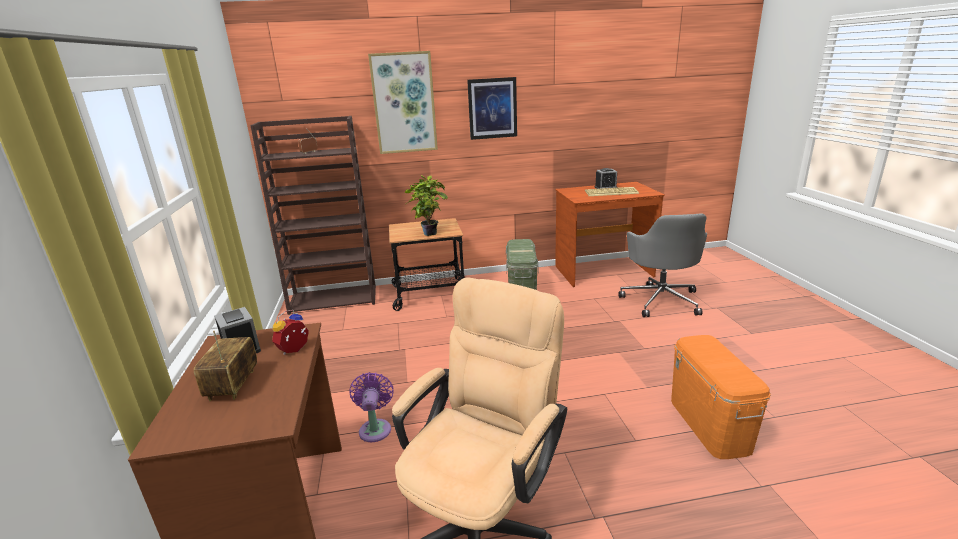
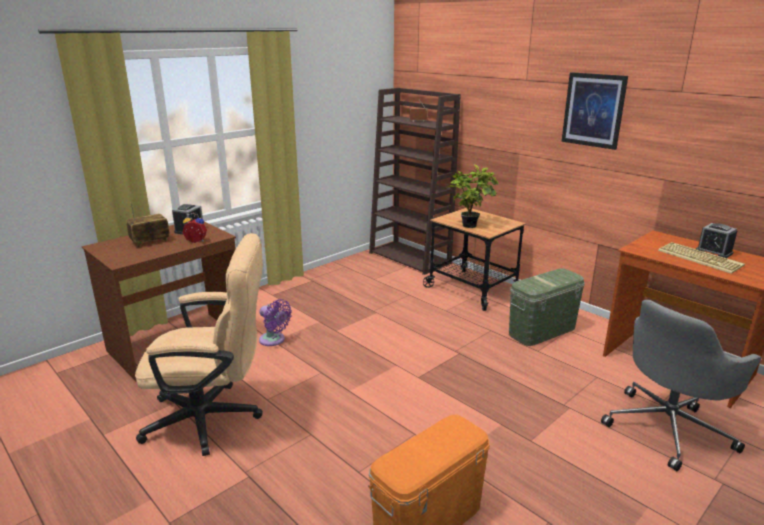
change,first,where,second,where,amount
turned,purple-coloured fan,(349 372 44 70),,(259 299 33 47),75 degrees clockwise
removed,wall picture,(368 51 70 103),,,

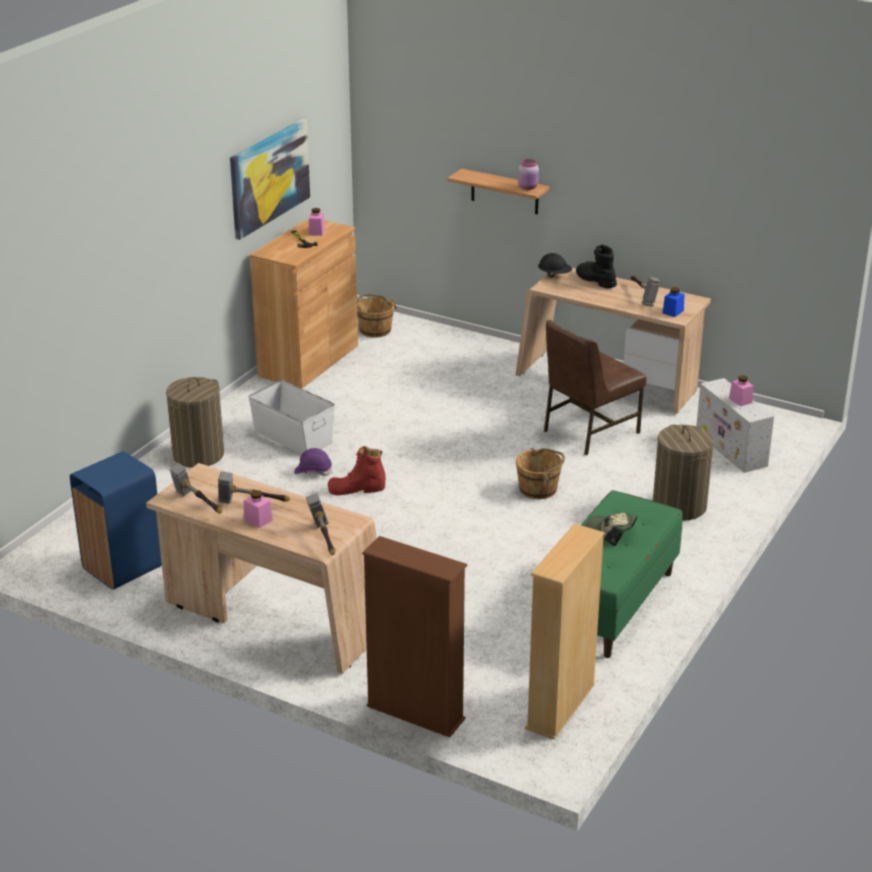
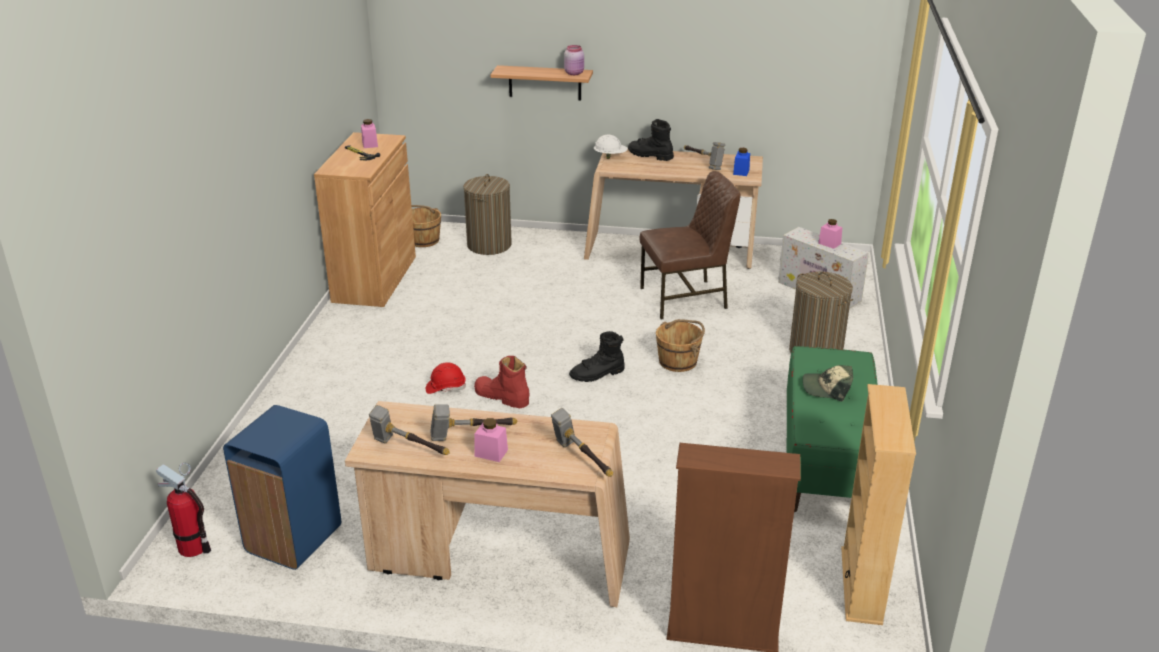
change,first,where,second,where,amount
added,,,extinguisher,(156 463 55 94),
recoloured,purple-coloured hard hat,(294 448 38 28),red hard hat,(426 362 40 32),
moved,laundry basket,(166 377 58 91),,(463 174 49 81),
turned,red tall boot,(328 446 58 49),,(474 356 55 52),60 degrees clockwise
added,,,black-coloured tall boot,(569 331 56 51),
recoloured,black-coloured hard hat,(538 253 34 25),whitish hard hat,(594 134 34 25),
turned,brownish chair,(544 320 102 135),,(639 171 101 148),135 degrees counterclockwise
removed,wall picture,(230 119 80 121),,,
removed,whitish storage bin,(248 380 87 74),,,

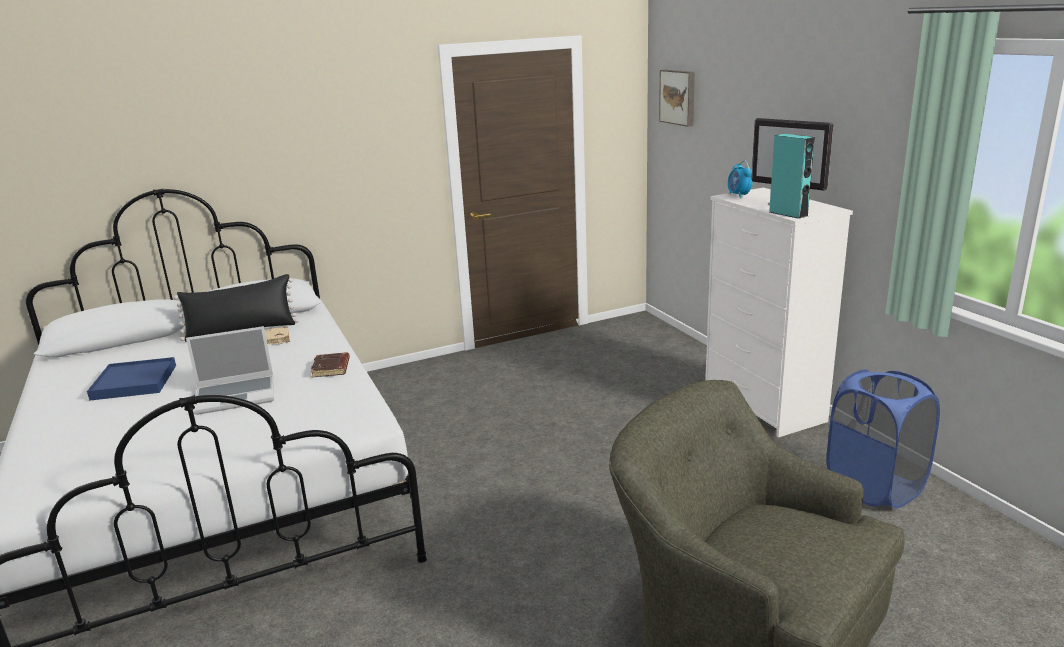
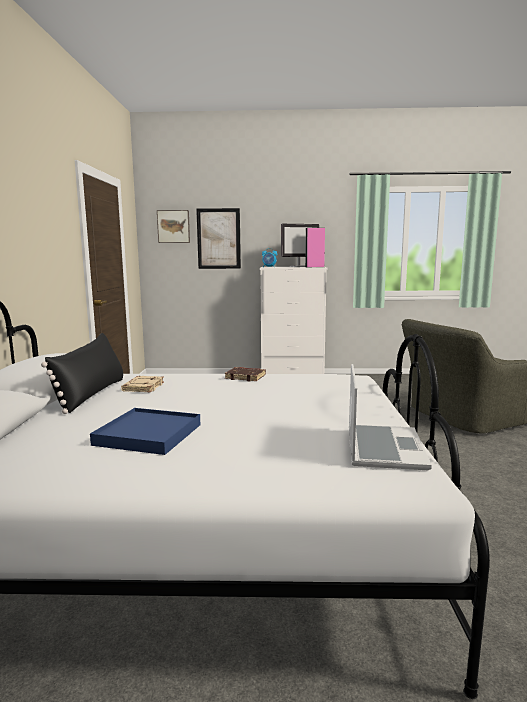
change,first,where,second,where,amount
added,,,wall picture,(196 208 45 61),
recoloured,turquoise speaker,(769 134 46 85),pinkish speaker,(305 228 20 39),
moved,notebook computer,(186 326 88 89),,(349 364 83 106),
removed,bluish laundry basket,(827 369 113 140),,,

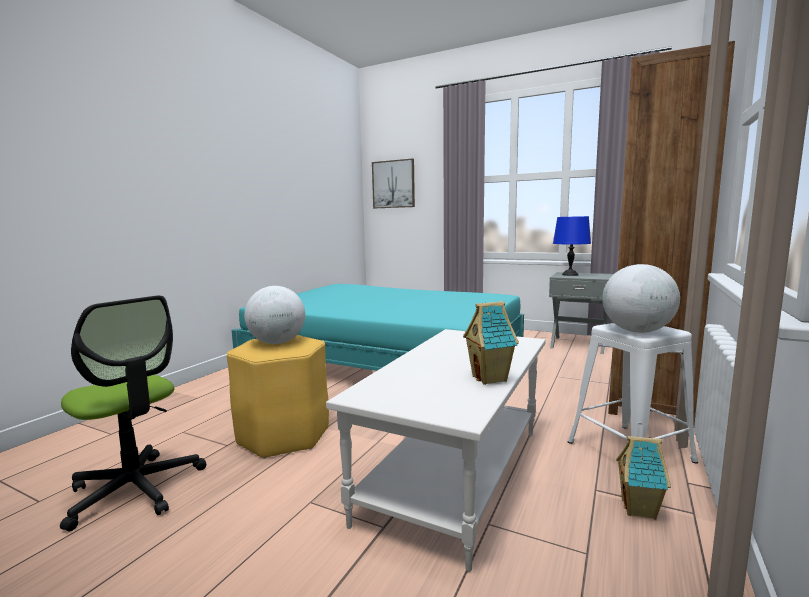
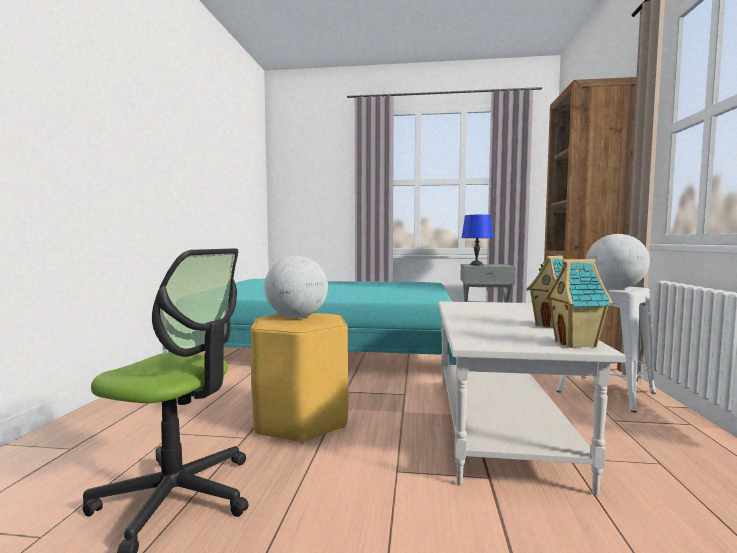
change,first,where,second,where,amount
moved,model house,(616 436 55 83),,(545 259 68 89),
removed,wall picture,(372 158 43 50),,,

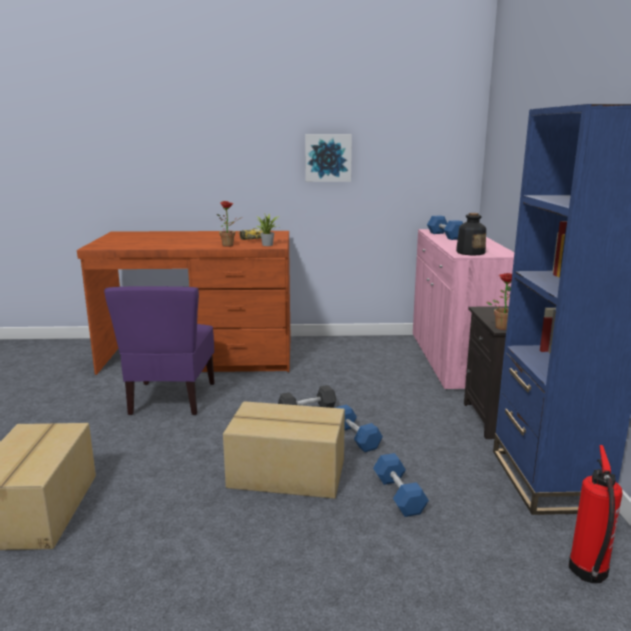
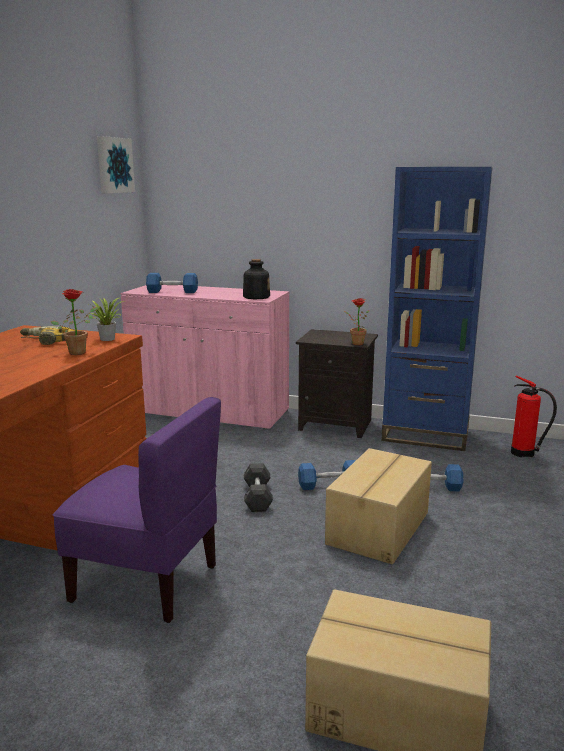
change,first,where,second,where,amount
moved,wall picture,(305 134 47 48),,(97 136 38 57),

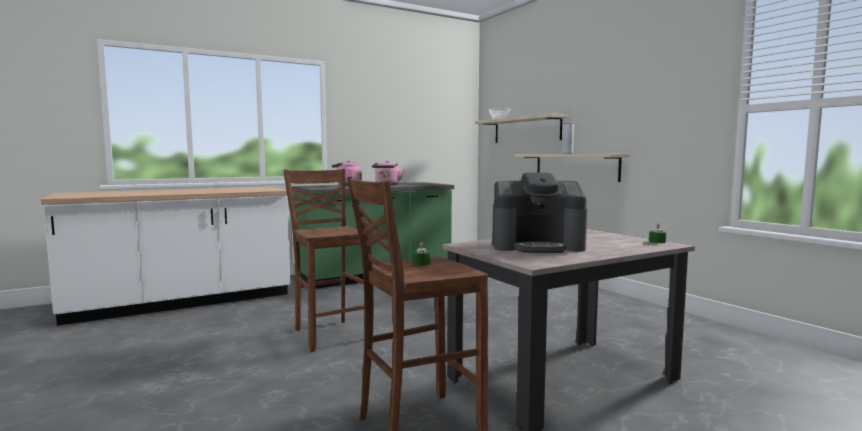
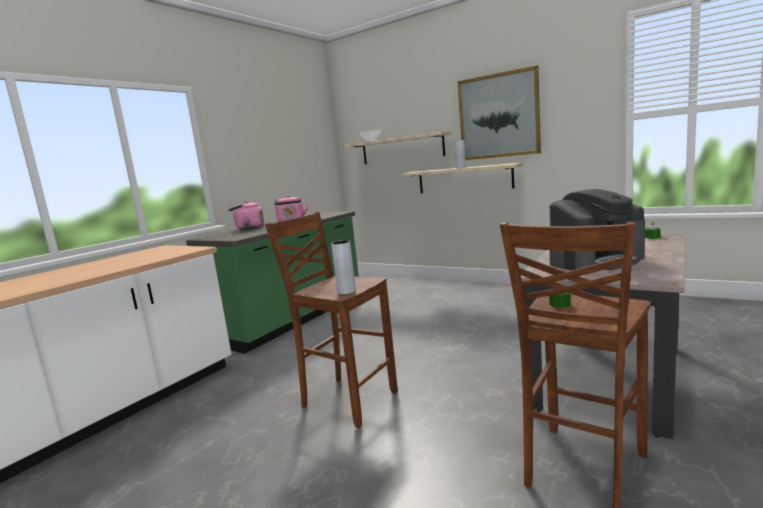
change,first,where,second,where,amount
added,,,gray vase,(331 240 25 55),
added,,,wall picture,(458 65 83 95),

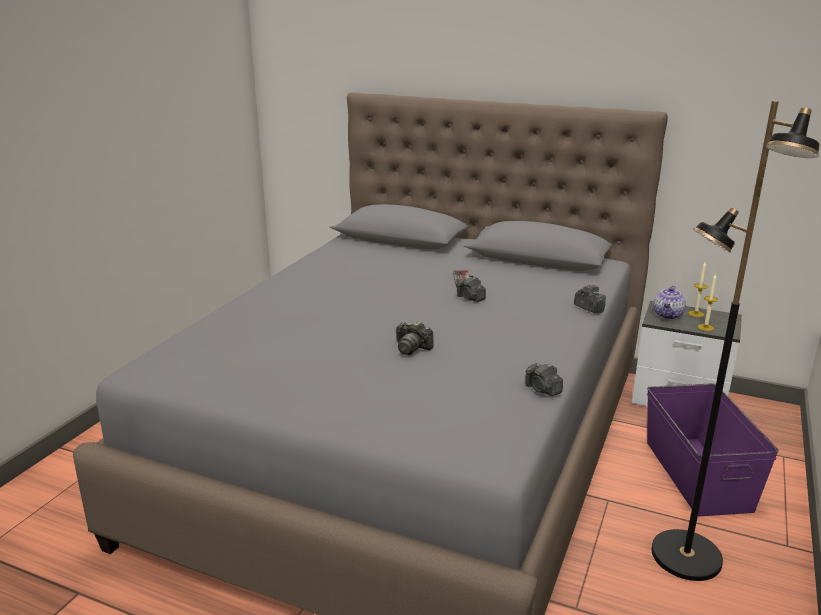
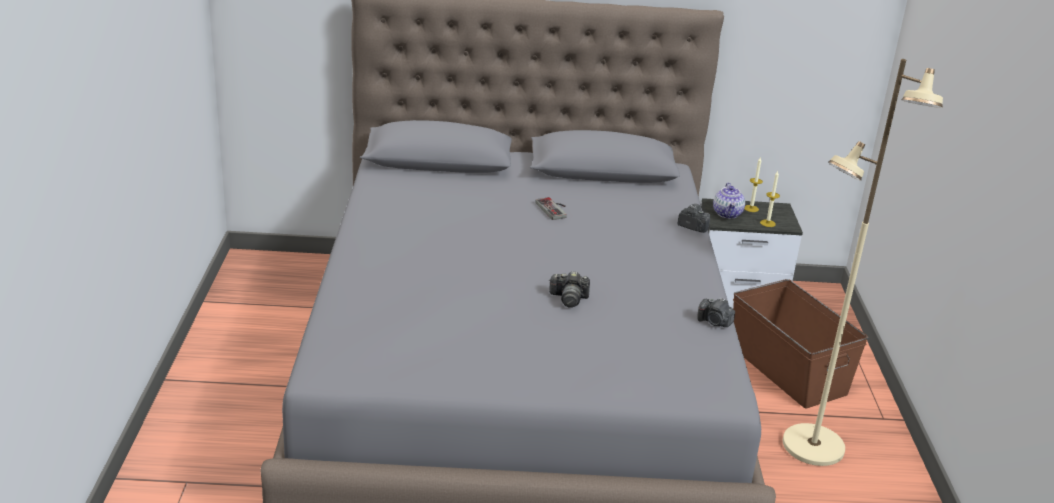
change,first,where,second,where,amount
recoloured,purple-coloured storage bin,(647 383 132 133),brownish storage bin,(733 279 135 130),
recoloured,black-coloured standard lamp,(651 101 169 480),beige-coloured standard lamp,(783 59 160 407),
removed,still camera,(457 277 29 25),,,

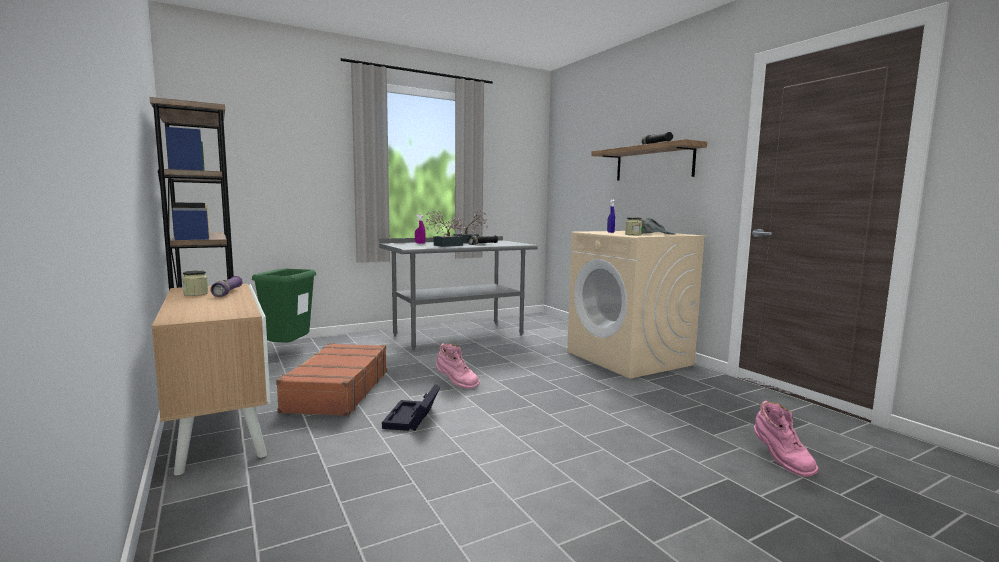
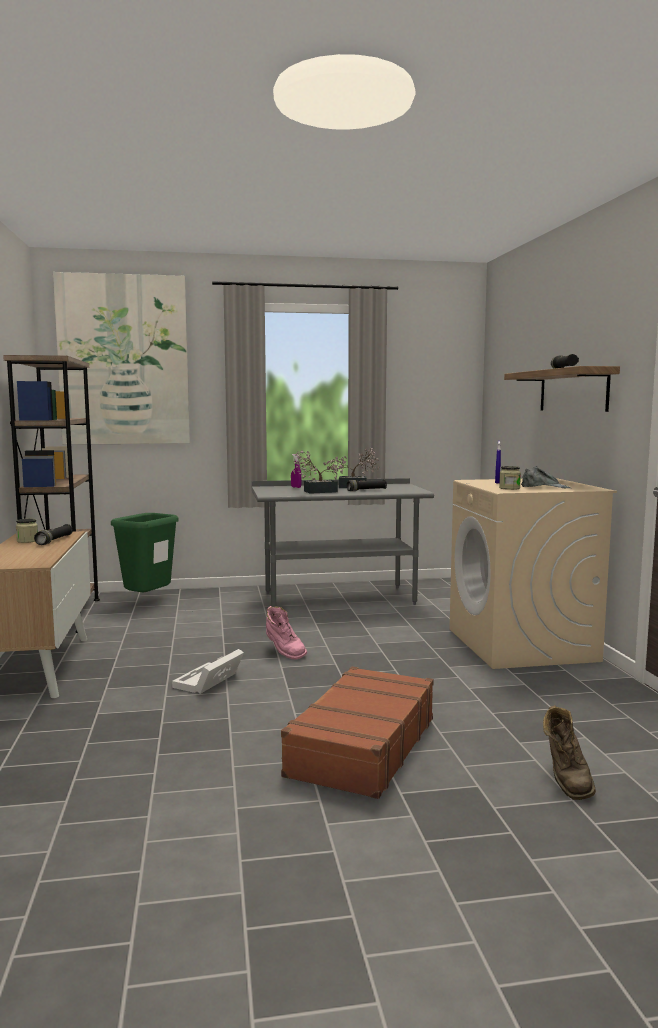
change,first,where,second,where,amount
recoloured,purple-coloured flashlight,(210 276 33 21),black-coloured flashlight,(34 524 39 21),
added,,,wall picture,(53 272 137 173),
recoloured,black-coloured storage bin,(382 384 58 47),whitish storage bin,(172 649 72 45),
moved,brownish piece of luggage,(276 343 111 73),,(281 666 153 133),
recoloured,pinkish tall boot,(754 401 65 76),brownish tall boot,(543 705 53 95),

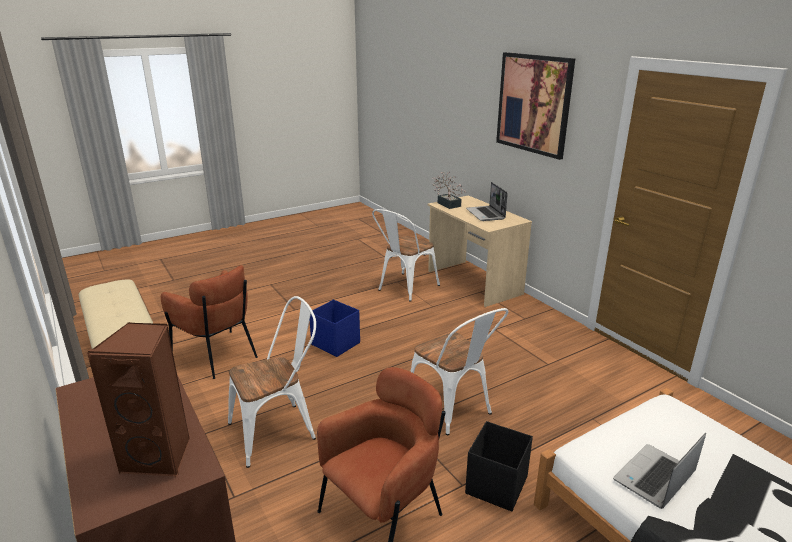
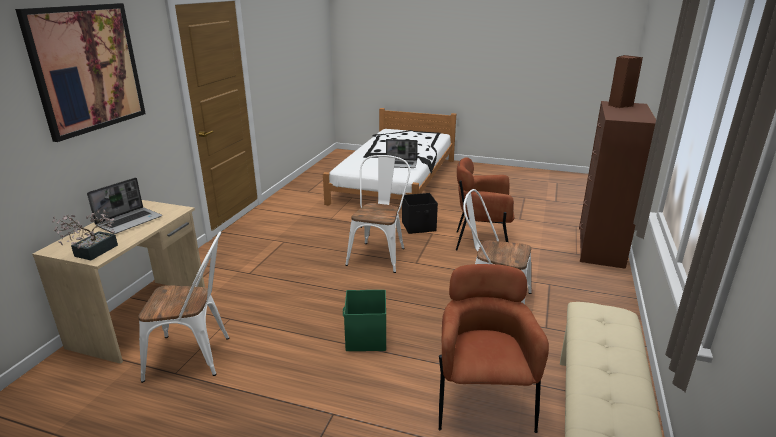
change,first,where,second,where,amount
recoloured,bluish storage bin,(310 300 50 57),green-coloured storage bin,(343 290 43 61),

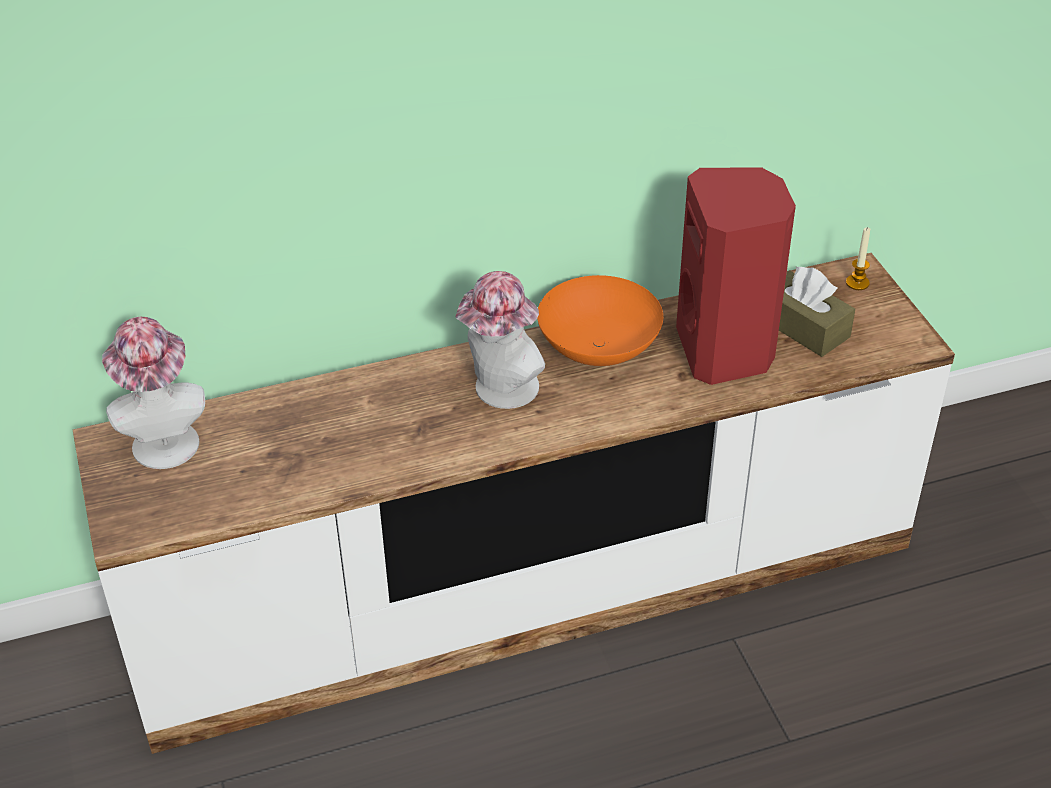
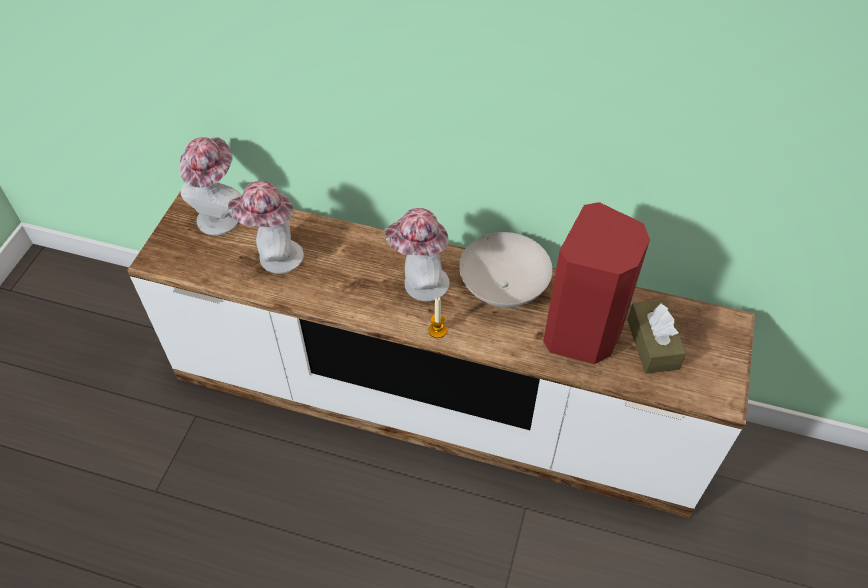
change,first,where,second,where,amount
added,,,hat,(228 181 76 93),
moved,wax light,(846 227 24 63),,(428 297 19 41),
recoloured,orange-coloured bowl,(537 275 126 91),whitish bowl,(459 232 94 75),

